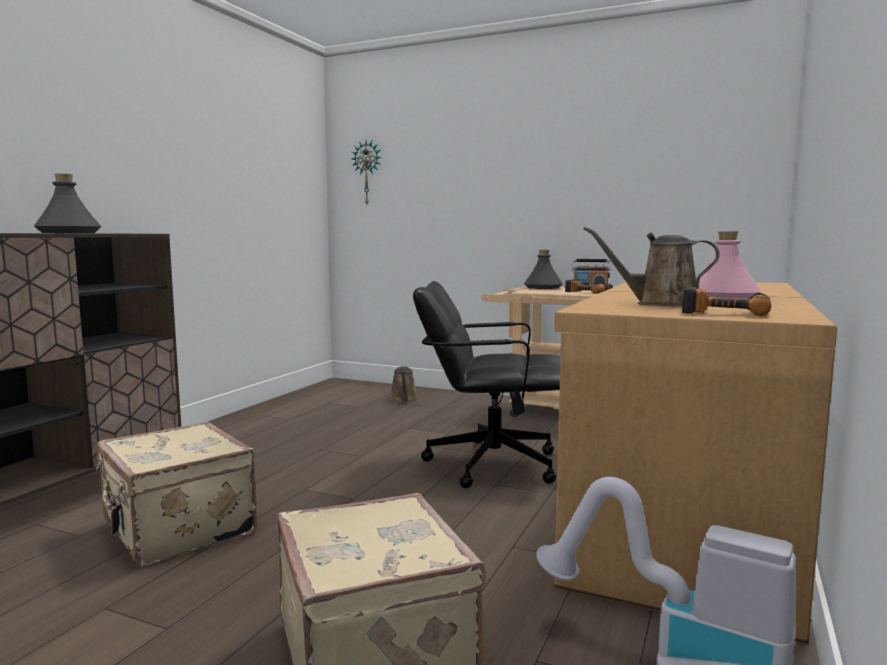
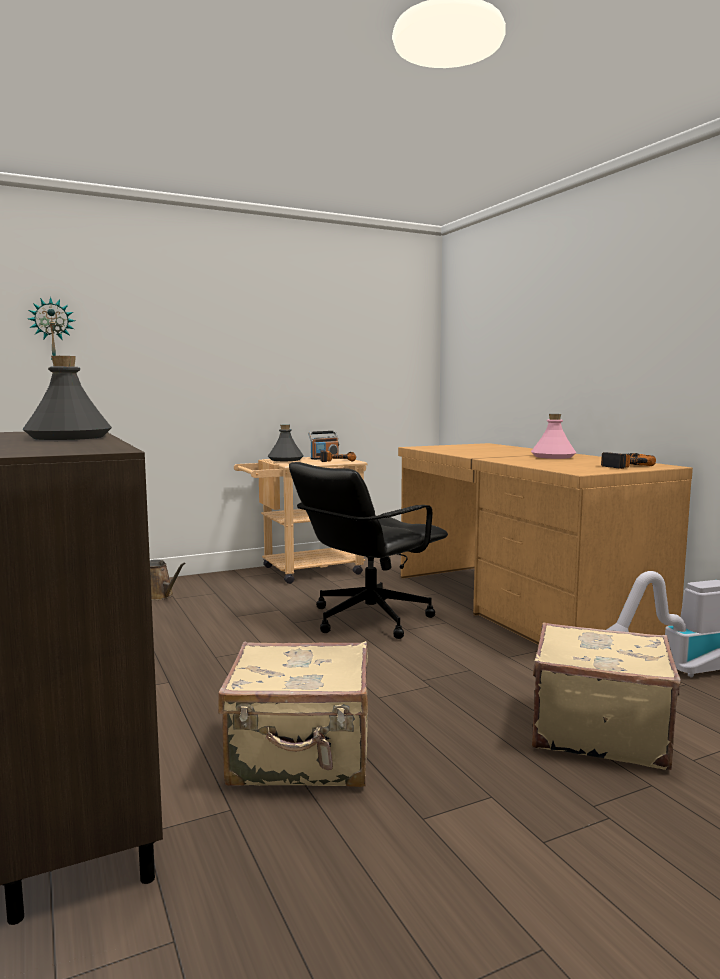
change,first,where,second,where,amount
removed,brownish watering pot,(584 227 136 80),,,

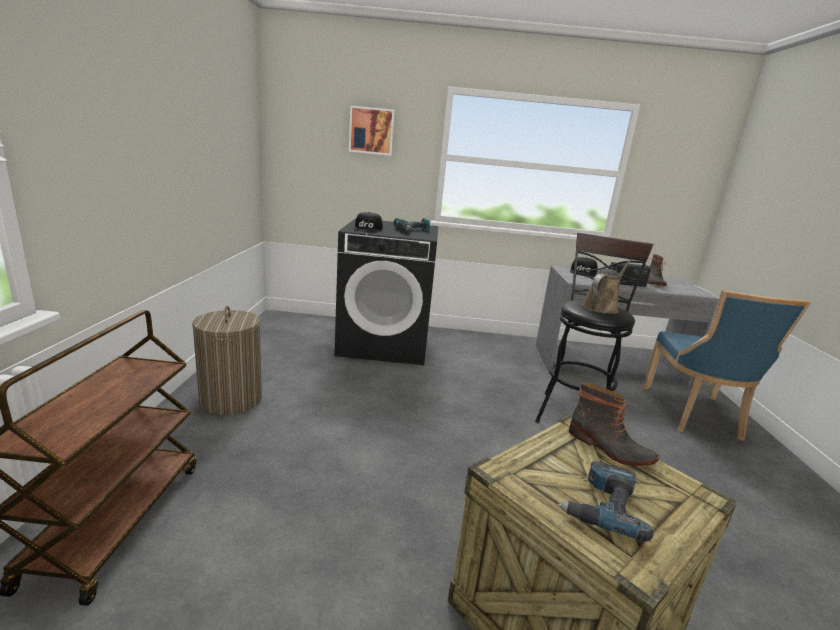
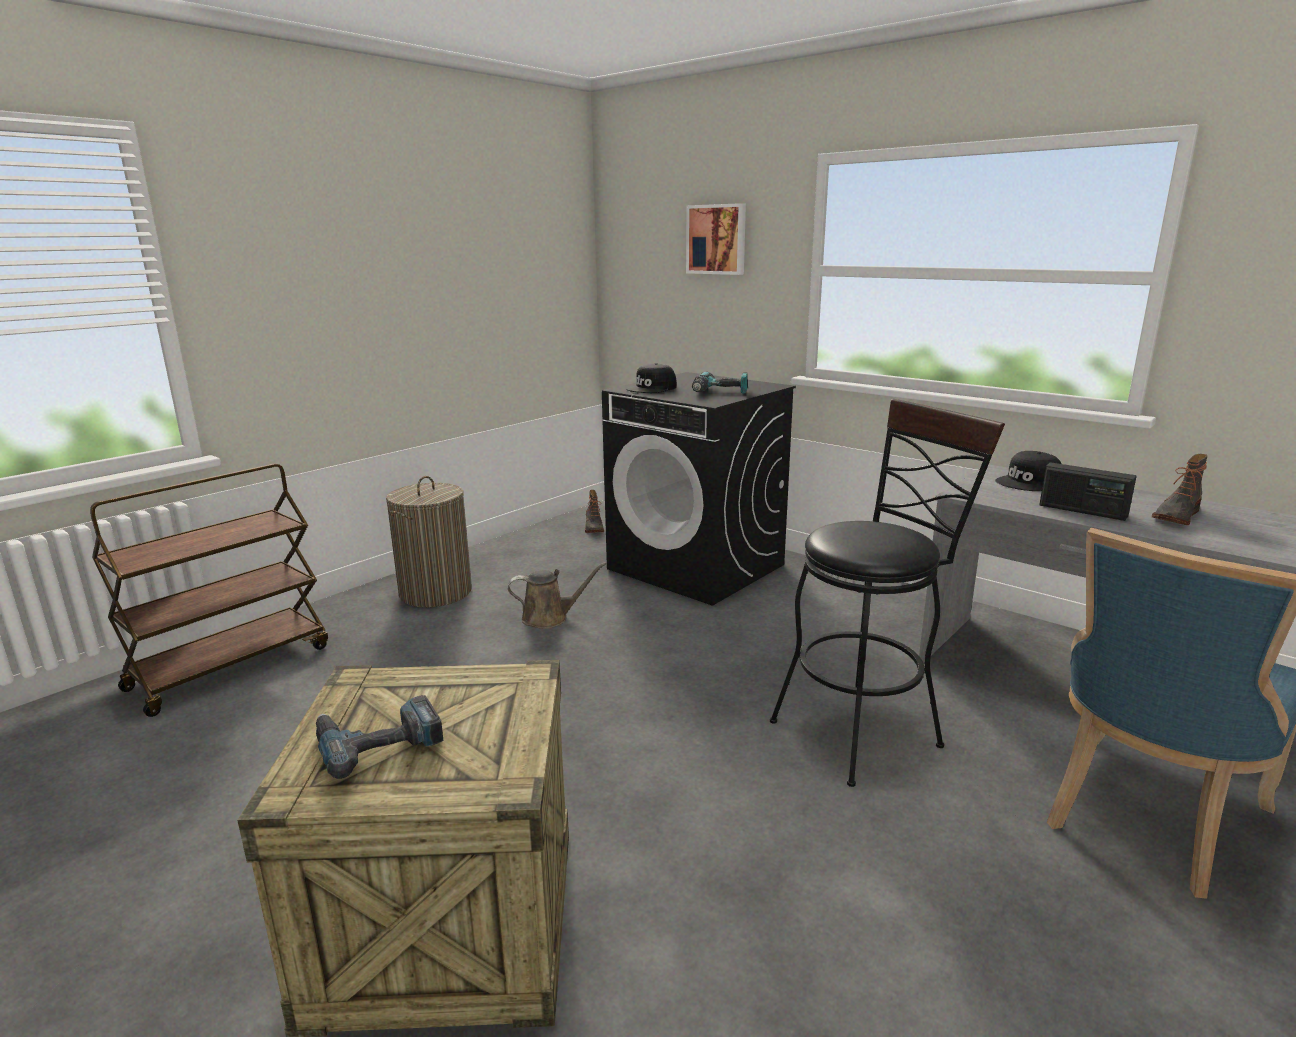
change,first,where,second,where,amount
moved,brownish watering pot,(582 260 49 54),,(508 562 98 67),
moved,tall boot,(569 382 91 84),,(585 490 19 43),

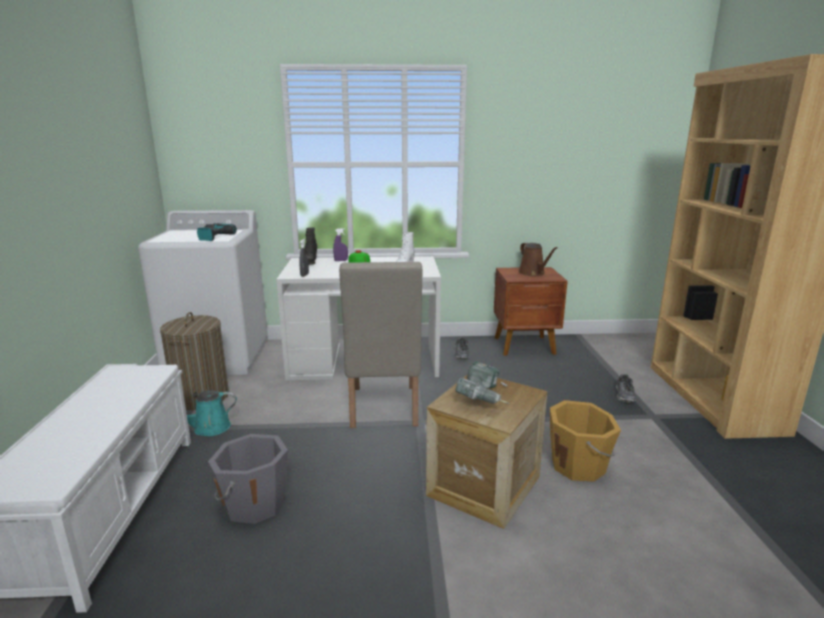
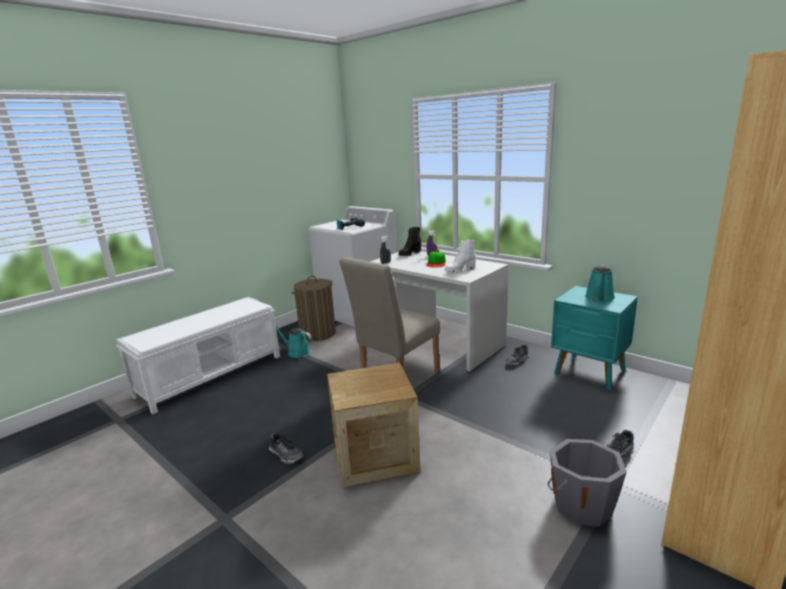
change,first,where,second,where,amount
added,,,low shoe,(269 432 35 32),
moved,gray bucket,(208 434 80 90),,(547 439 79 88),
recoloured,brownish bedside table,(494 267 74 89),turquoise bedside table,(551 286 87 104),
recoloured,brownish watering pot,(519 242 39 34),turquoise watering pot,(585 265 30 37),
removed,power drill,(455 362 54 42),,,
removed,orange-coloured bucket,(550 400 71 82),,,

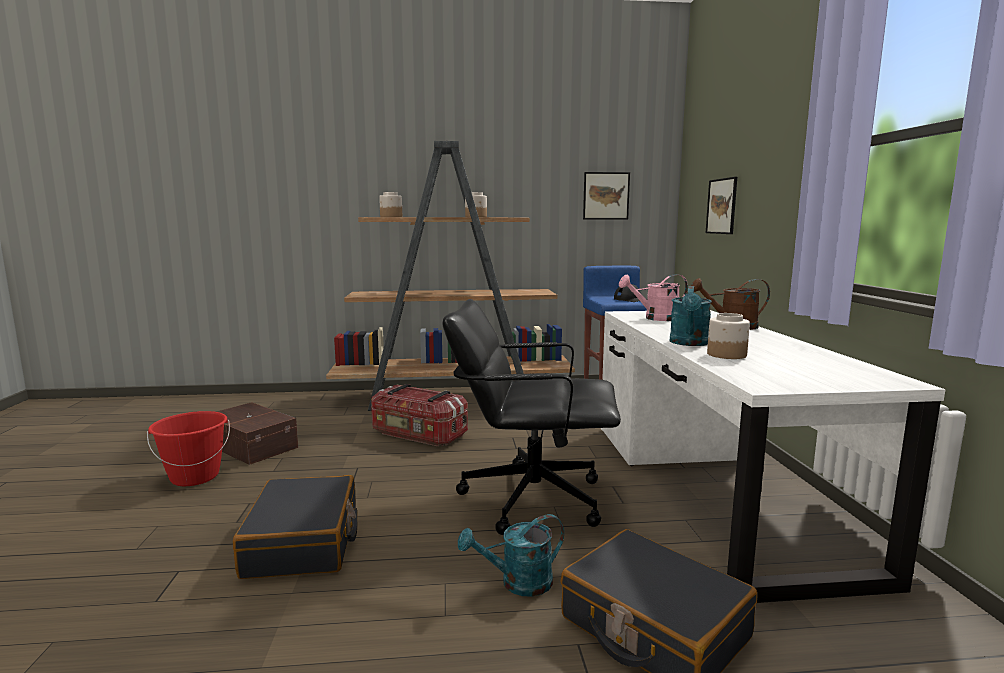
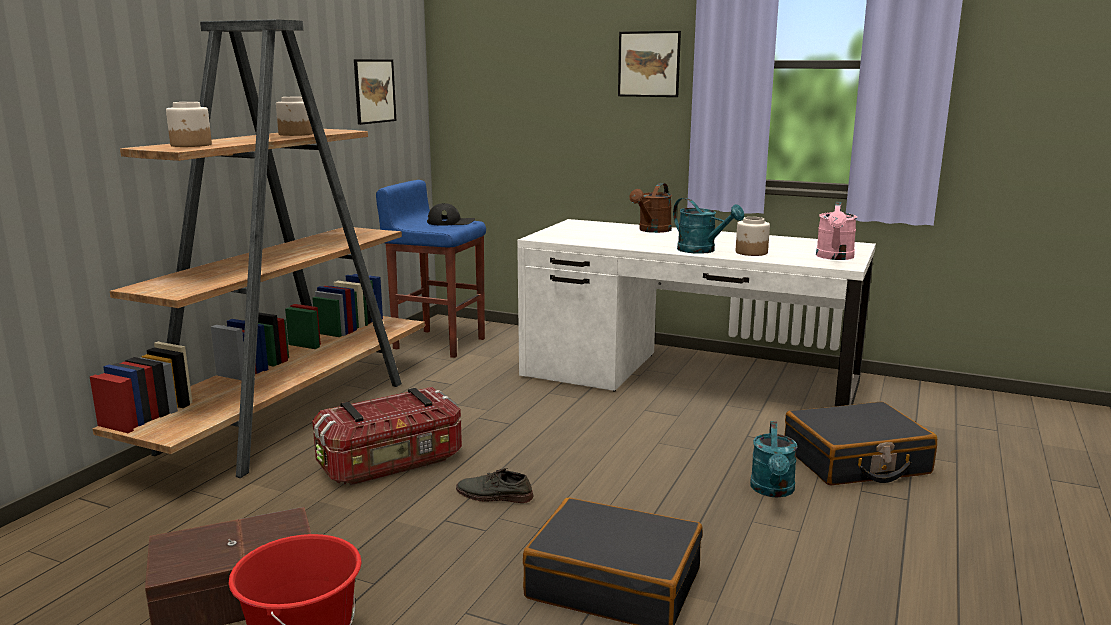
change,first,where,second,where,amount
added,,,gray low shoe,(456 468 78 35),
moved,wall picture,(706 177 31 57),,(618 31 63 66),
moved,pinkish watering pot,(619 274 69 47),,(816 202 41 58),
removed,black-coloured office chair,(442 299 179 236),,,

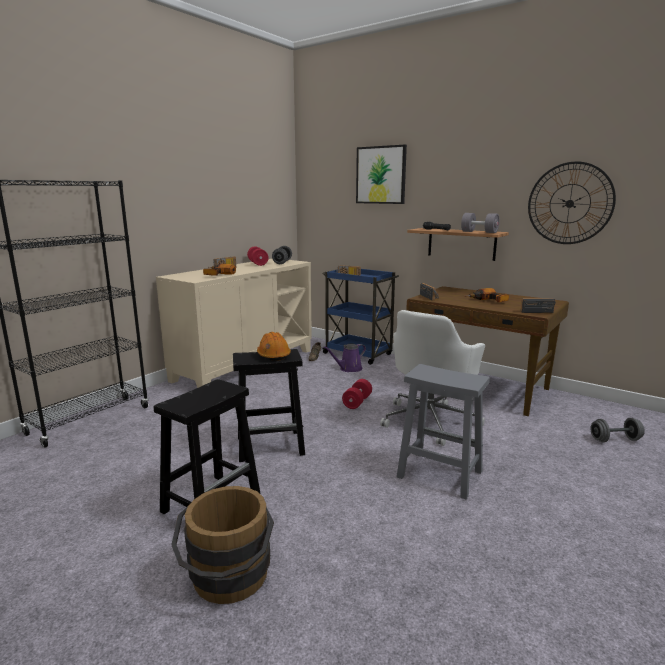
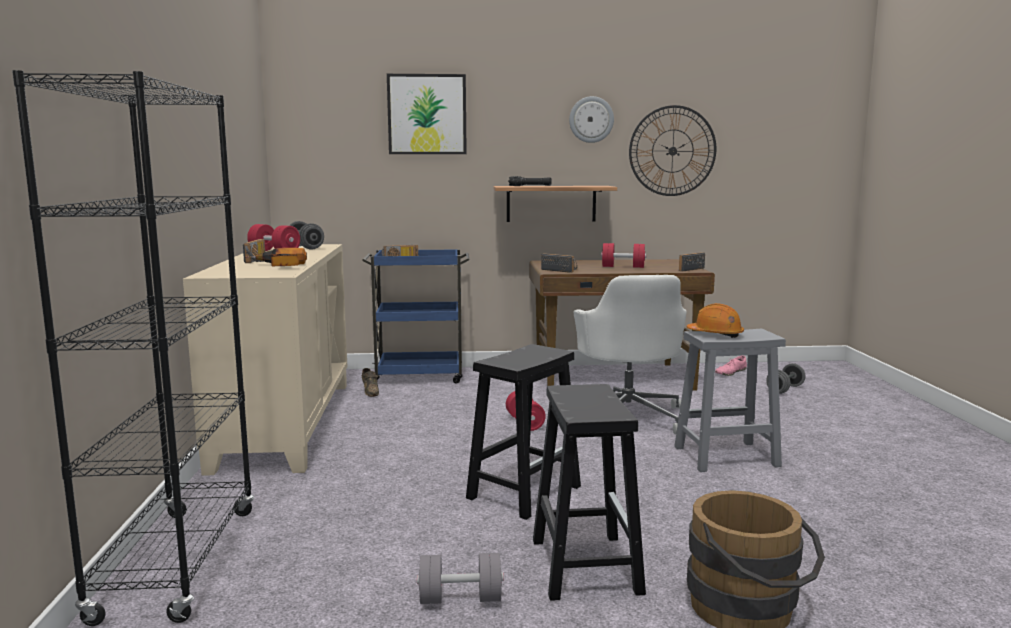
change,first,where,second,where,amount
moved,gray hand weight,(461 213 39 20),,(417 553 87 51),
added,,,wall clock,(569 96 45 47),
replaced,power drill,(464 288 45 14),red hand weight,(601 243 45 25),
moved,orange-coloured hard hat,(257 332 34 29),,(686 303 58 35),
added,,,pinkish low shoe,(715 355 32 21),
removed,purple-coloured watering pot,(324 344 42 28),,,

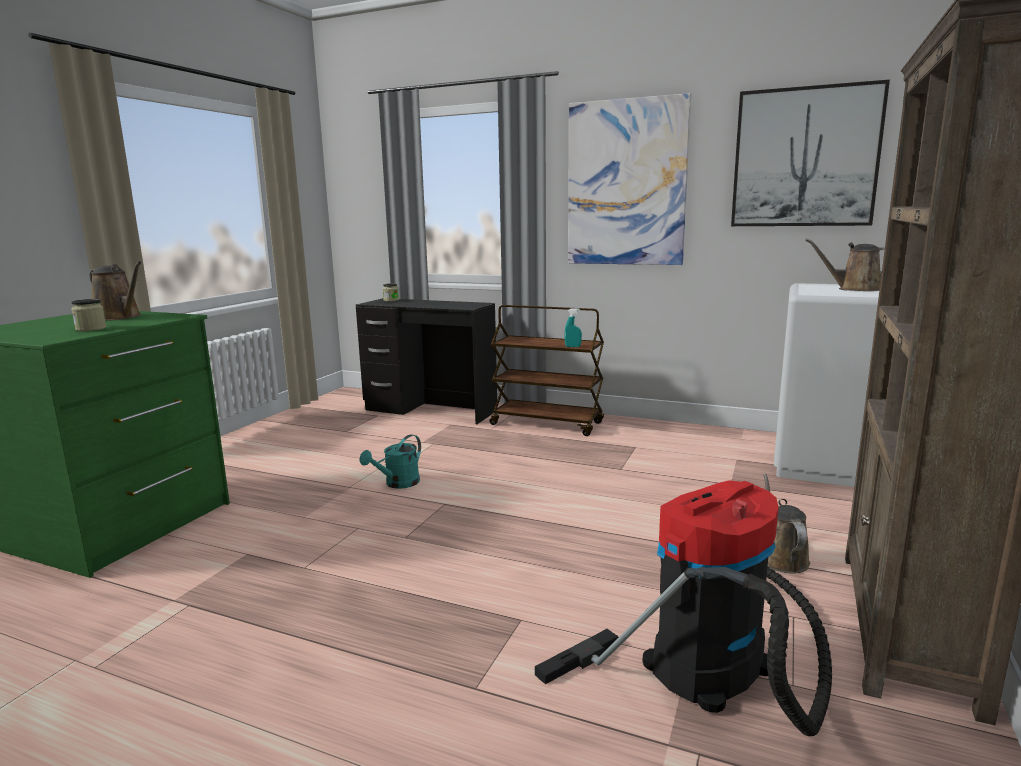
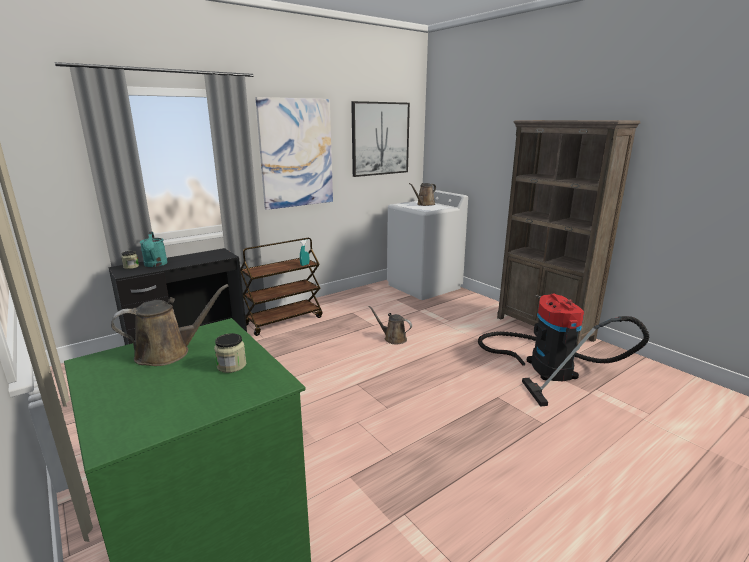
change,first,where,second,where,amount
moved,turquoise watering pot,(360 434 61 55),,(140 232 28 35),
moved,brownish watering pot,(763 473 47 101),,(368 306 44 38),

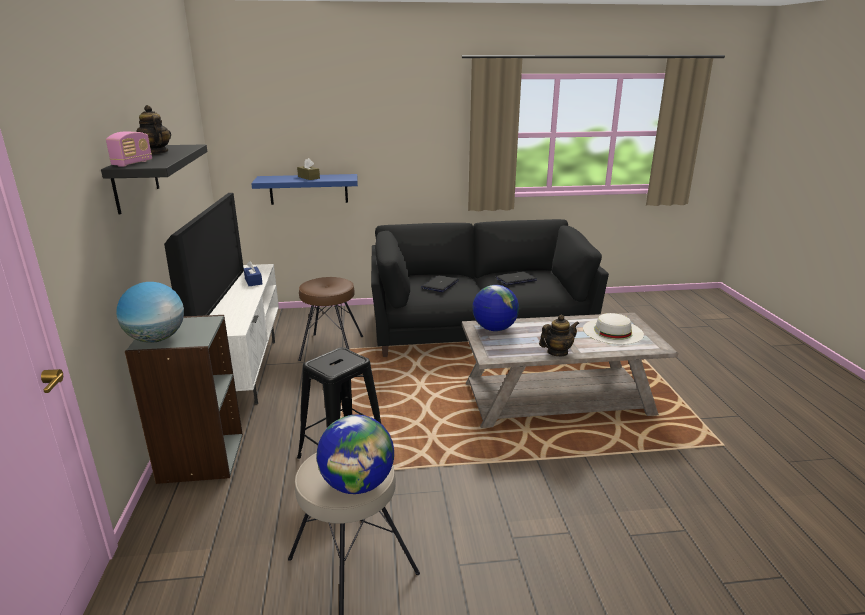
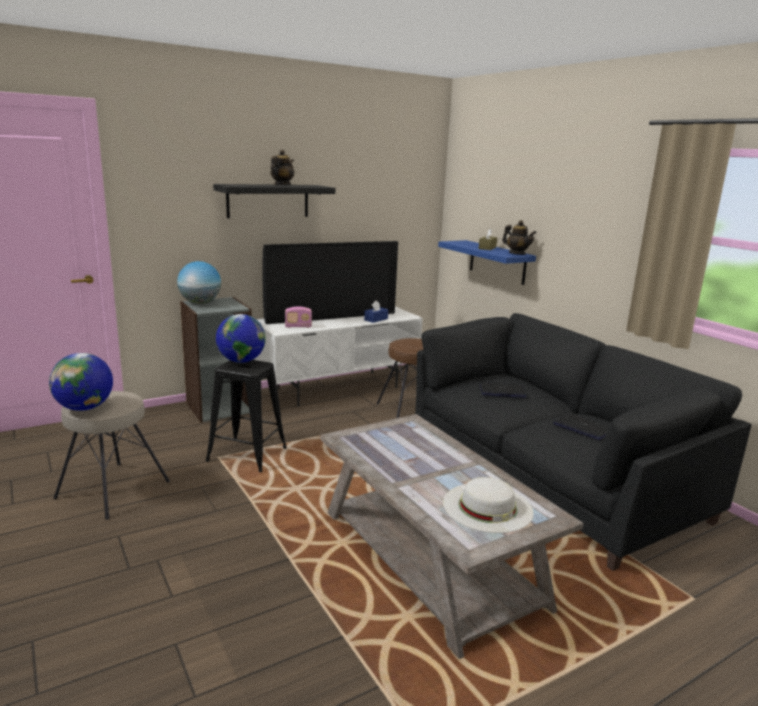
change,first,where,second,where,amount
moved,desk globe,(472 285 47 46),,(216 314 50 49),
moved,radio set,(106 131 46 36),,(285 307 27 21),
moved,tea pot,(539 315 41 41),,(502 220 34 35),

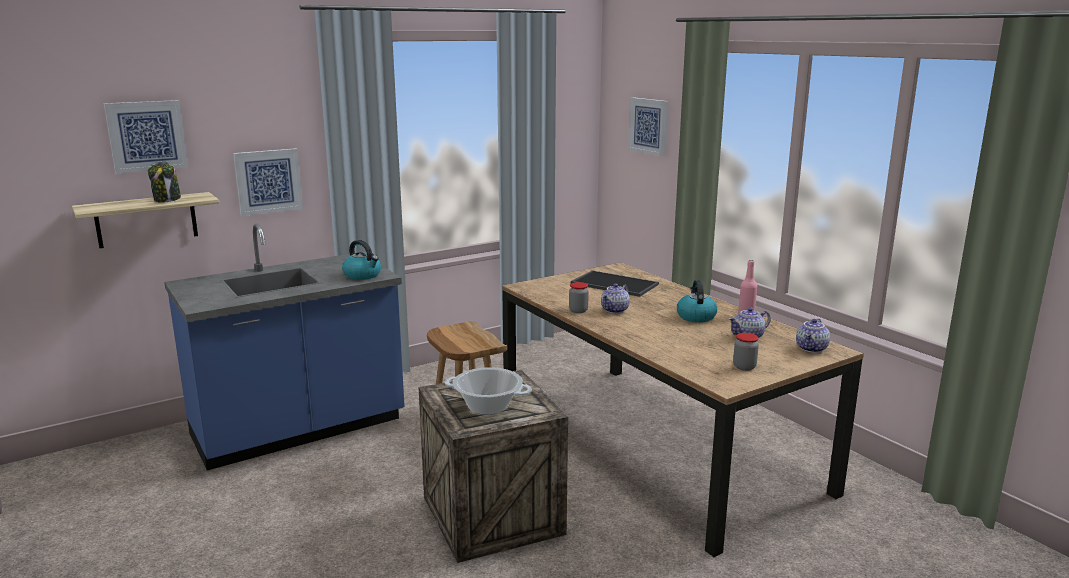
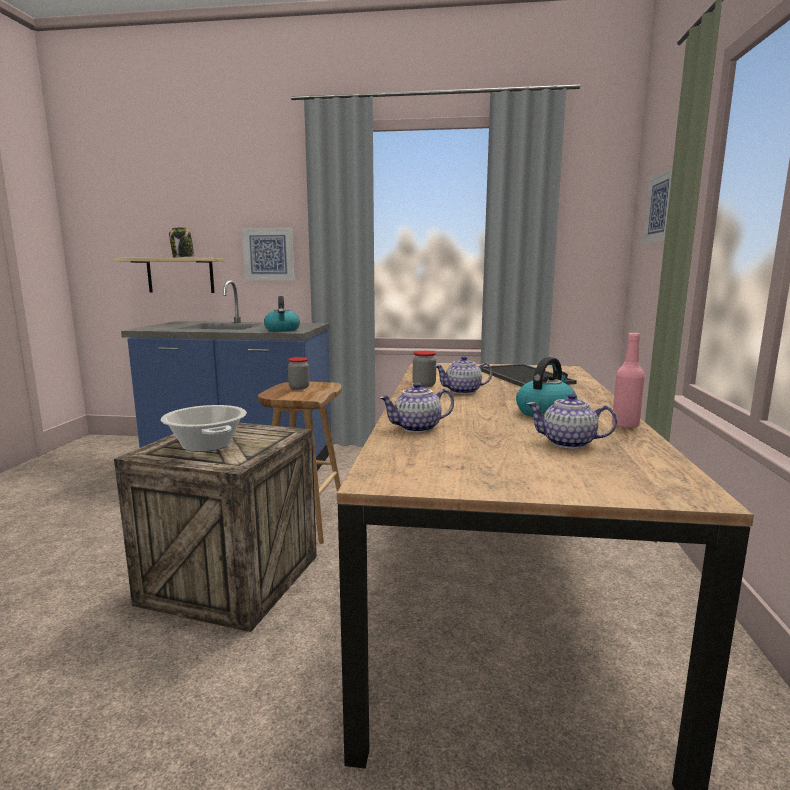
change,first,where,second,where,amount
moved,storage jar,(733 333 26 38),,(288 357 21 33),
moved,tea pot,(796 318 34 35),,(379 382 75 51),
removed,wall picture,(104 100 84 73),,,

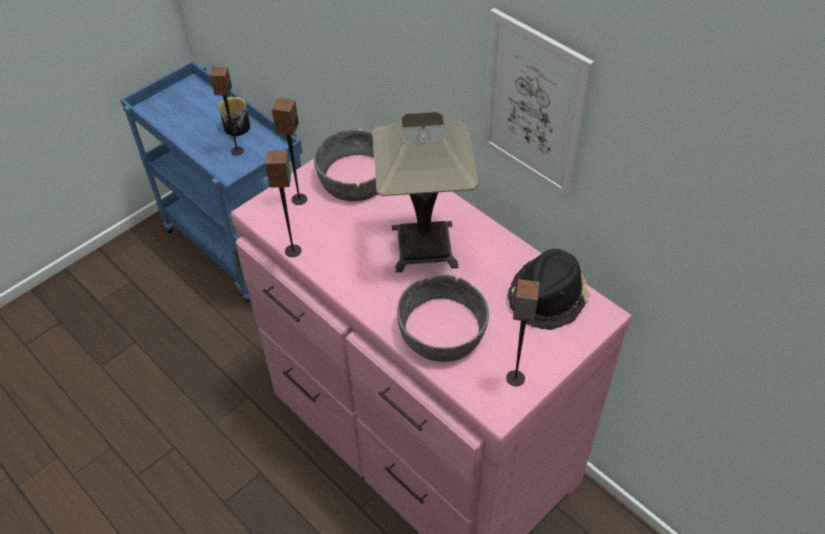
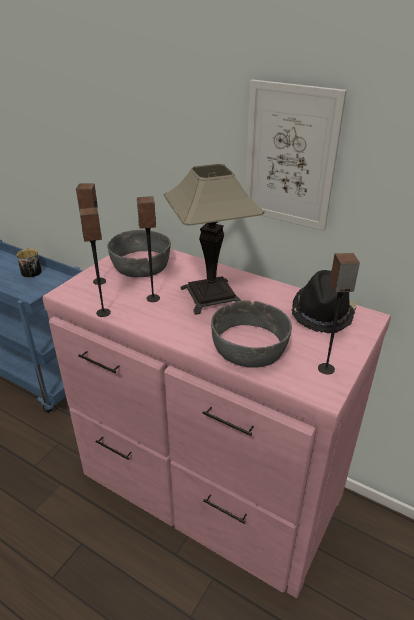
change,first,where,second,where,amount
moved,speaker,(210 67 34 89),,(137 196 23 106),

